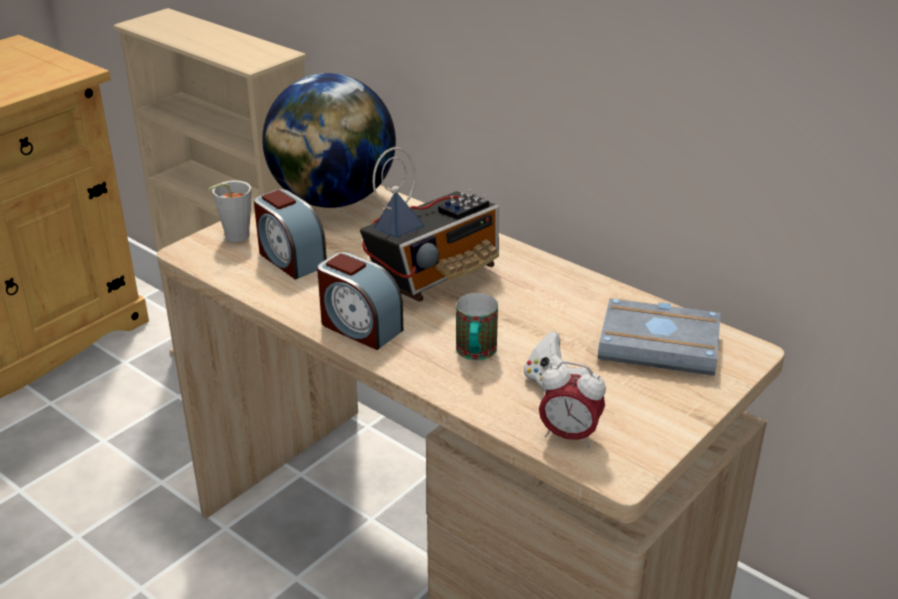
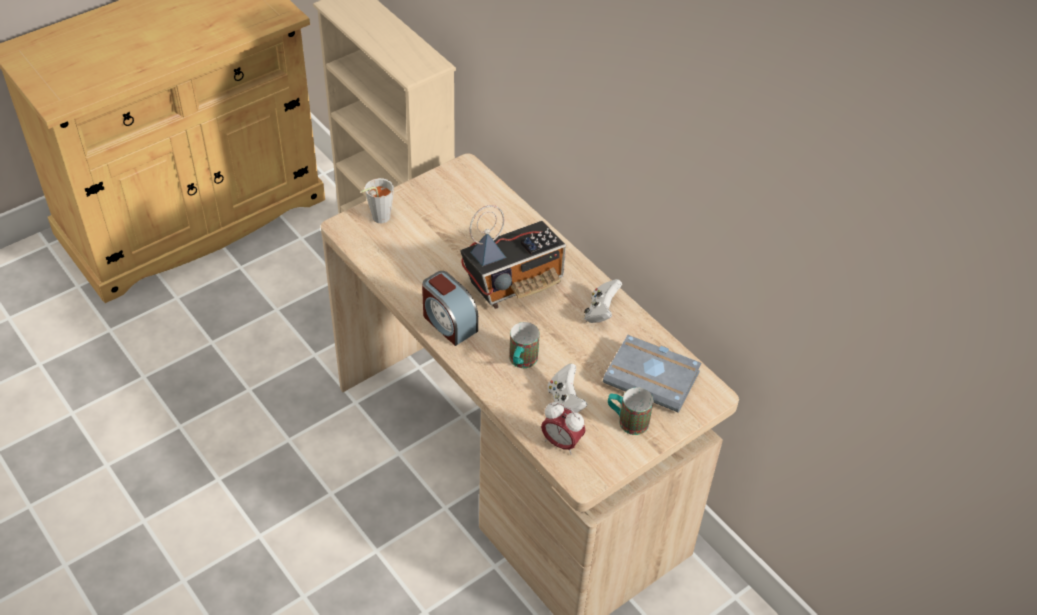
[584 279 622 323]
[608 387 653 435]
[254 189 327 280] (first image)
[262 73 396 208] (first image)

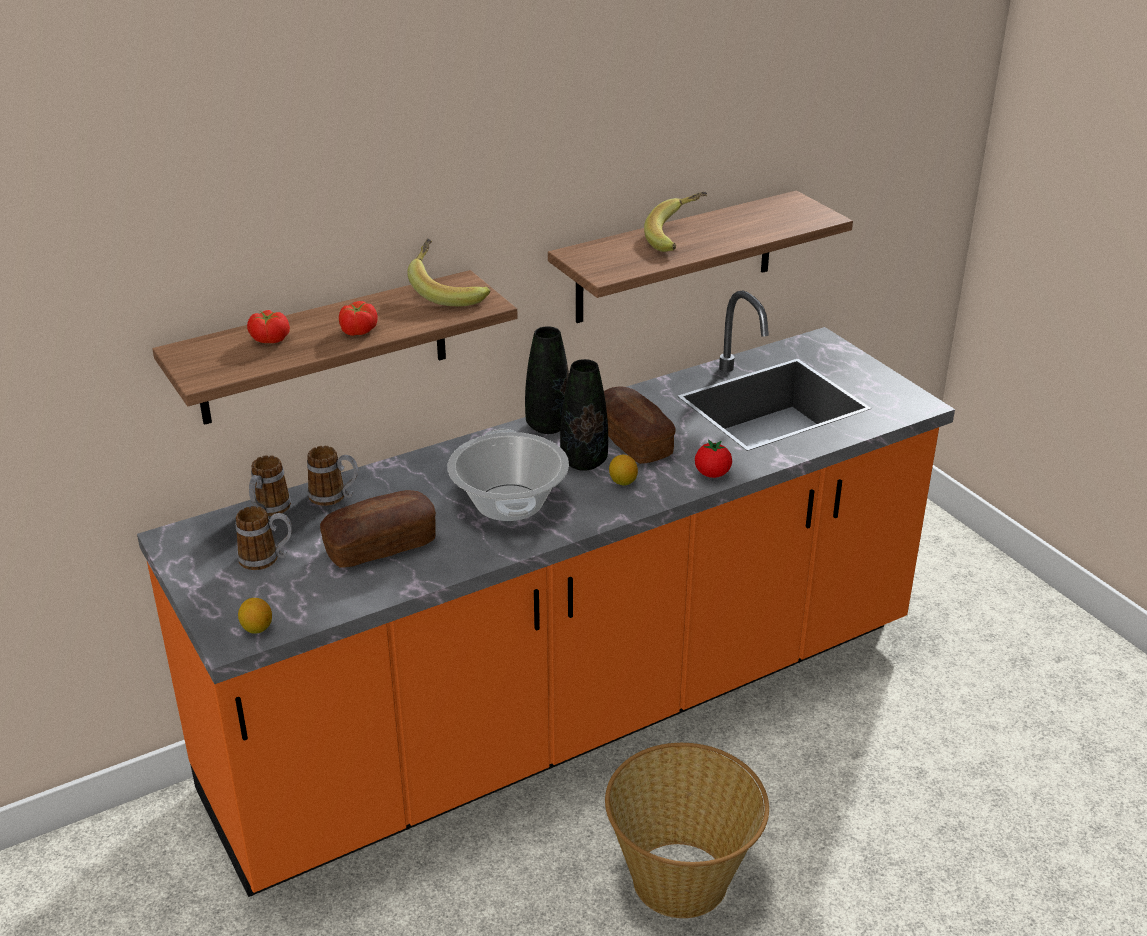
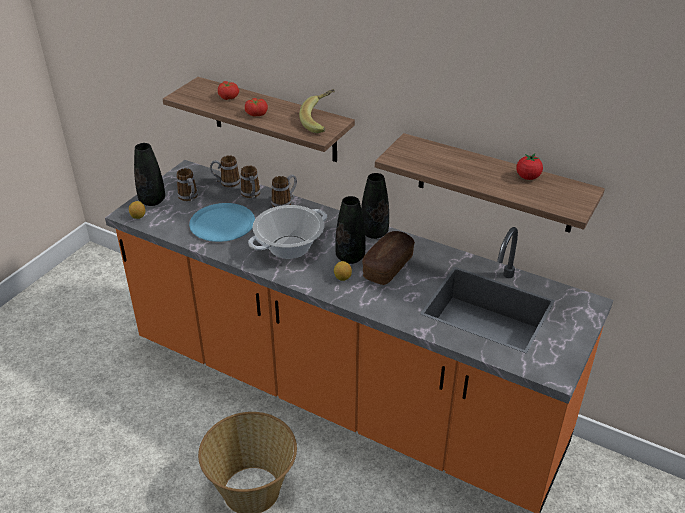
[134 143 165 206]
[189 203 255 242]
[271 175 297 207]
[516 154 543 180]
[644 192 707 252] (first image)

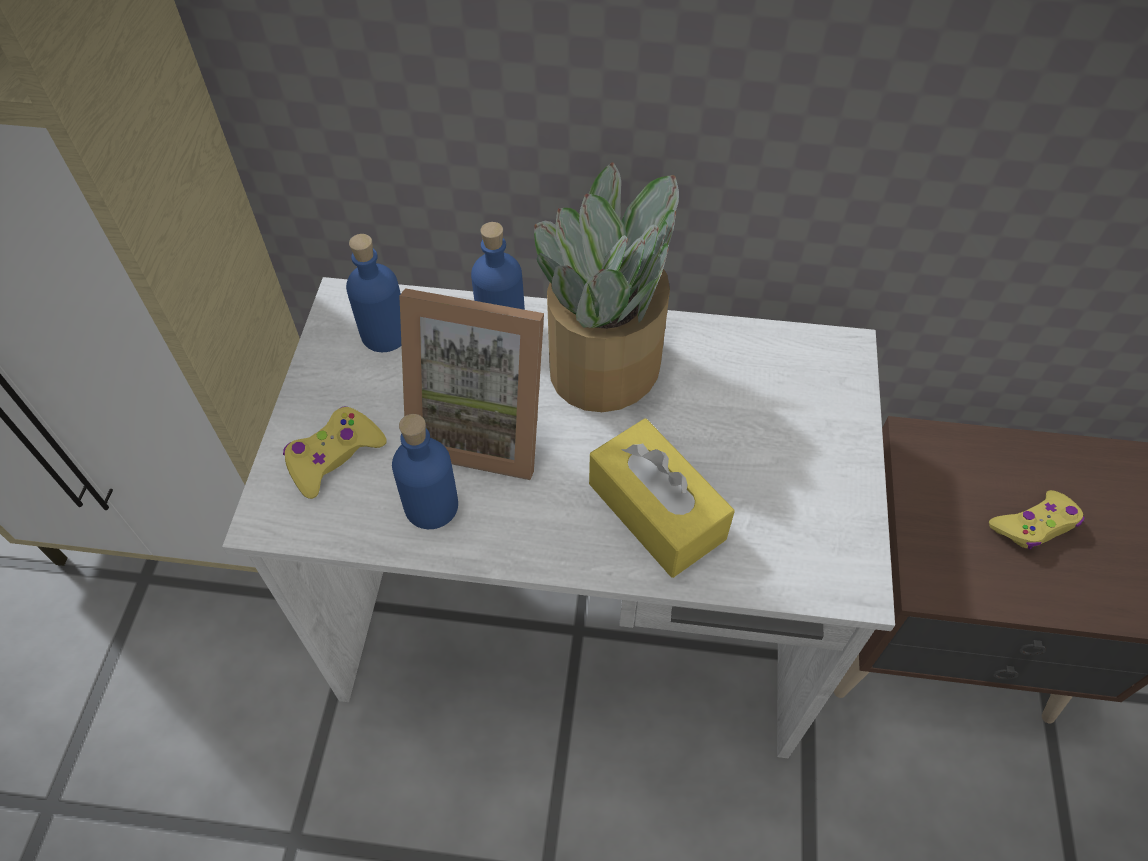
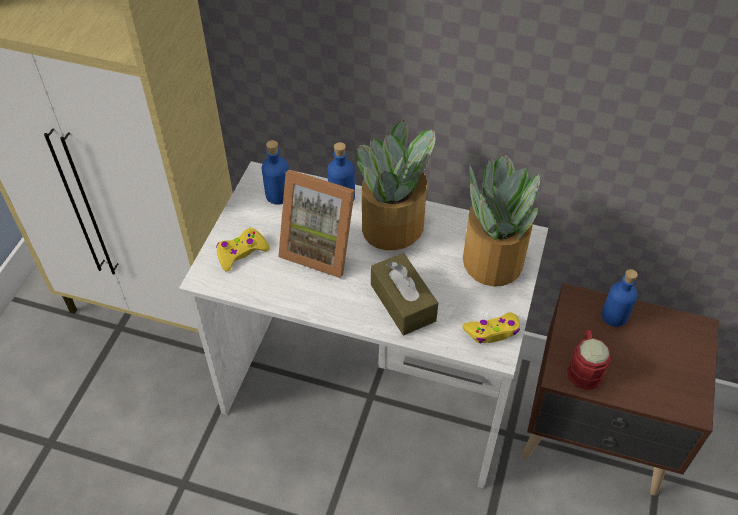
[371 253 438 335]
[463 154 540 287]
[463 313 520 344]
[567 330 611 390]
[602 269 638 327]

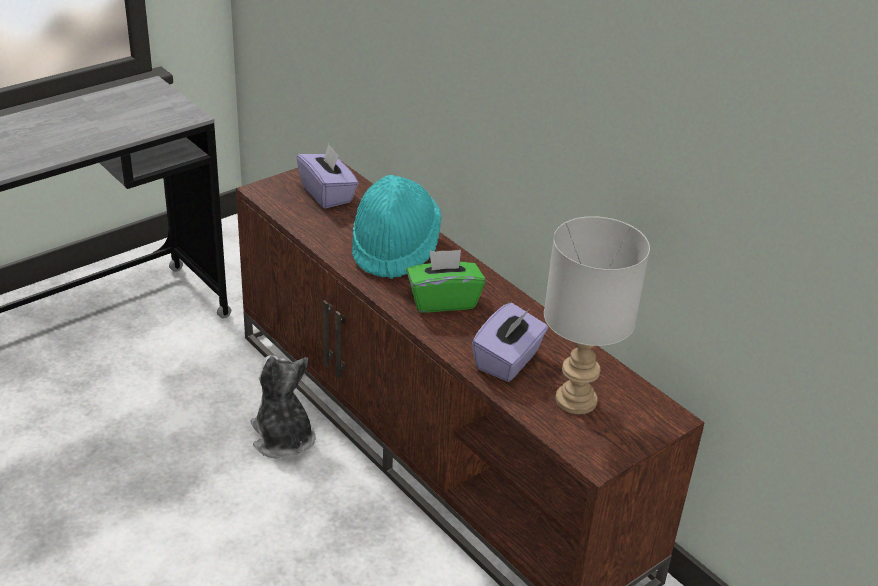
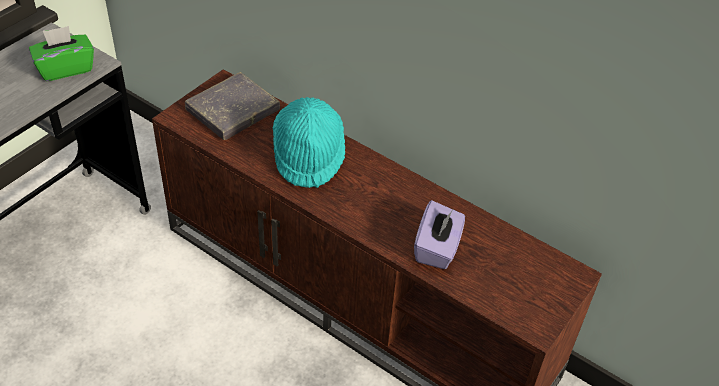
[29 26 94 81]
[185 72 280 140]
[251 355 315 459] (first image)
[544 216 650 414] (first image)

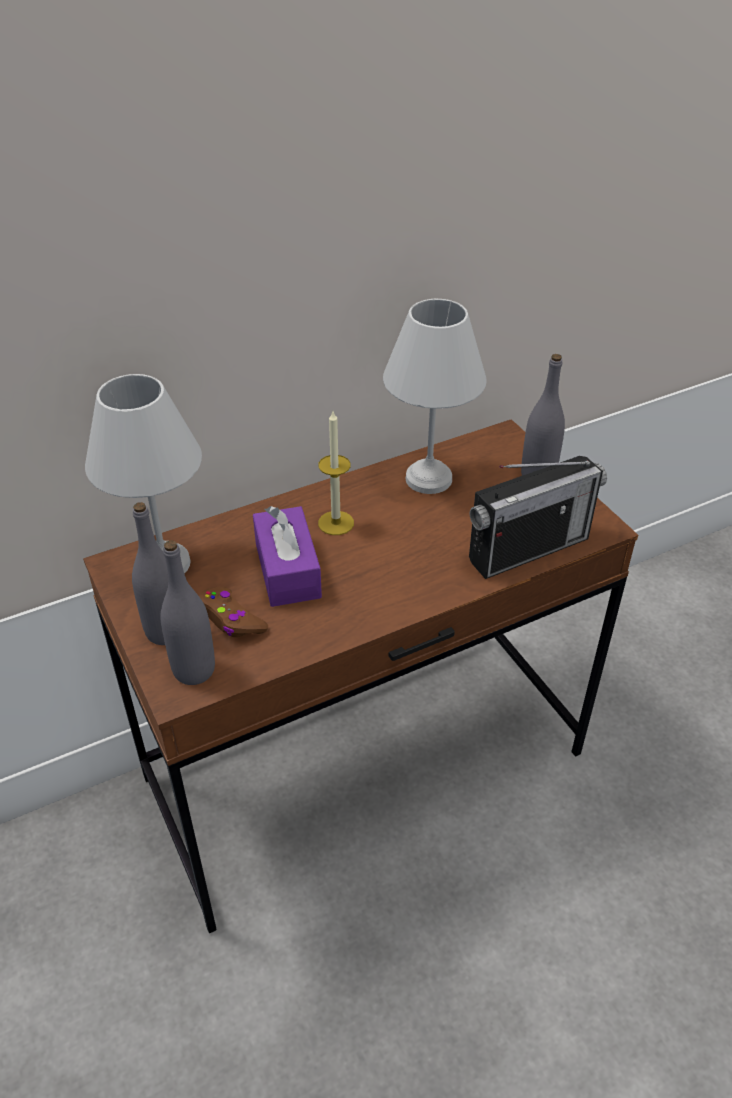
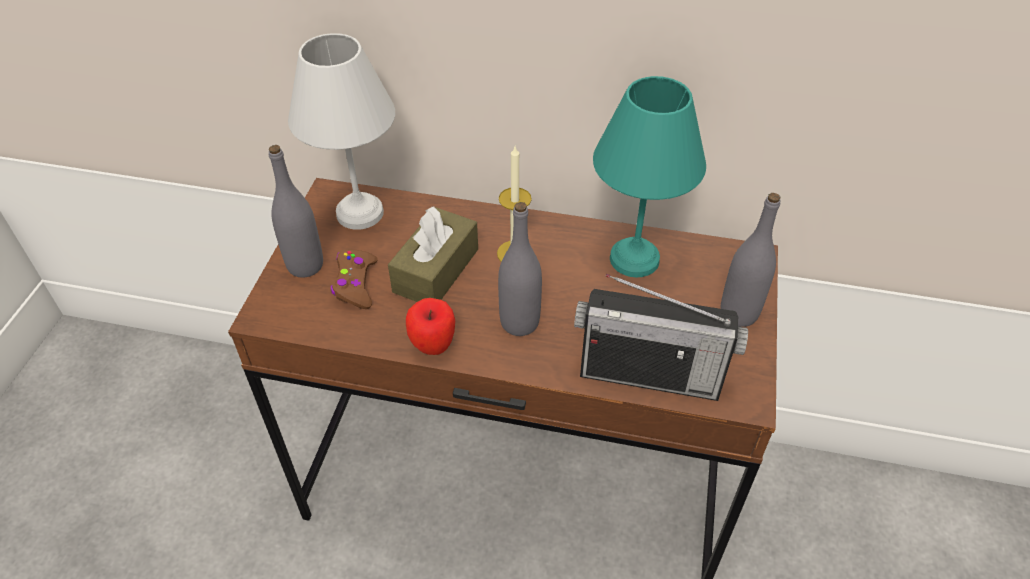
[388 206 478 302]
[406 298 455 355]
[498 202 542 336]
[593 76 706 277]

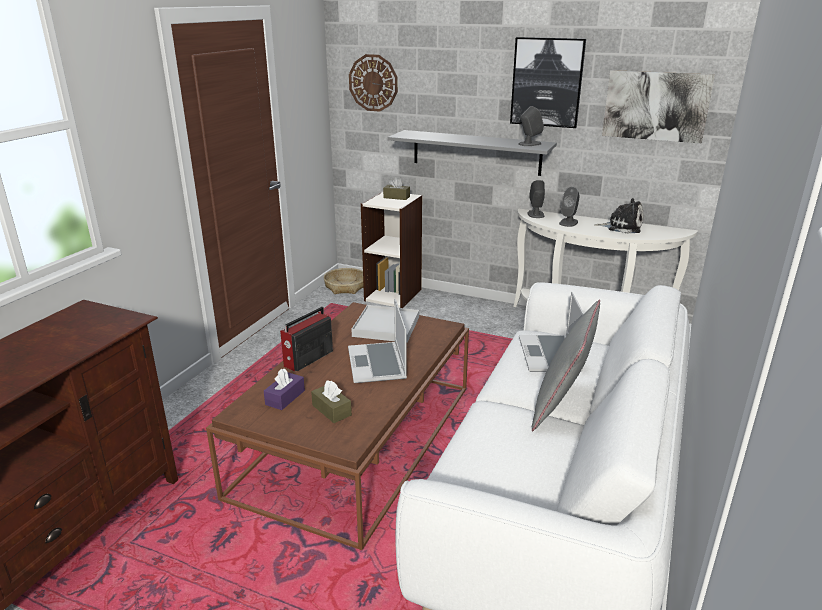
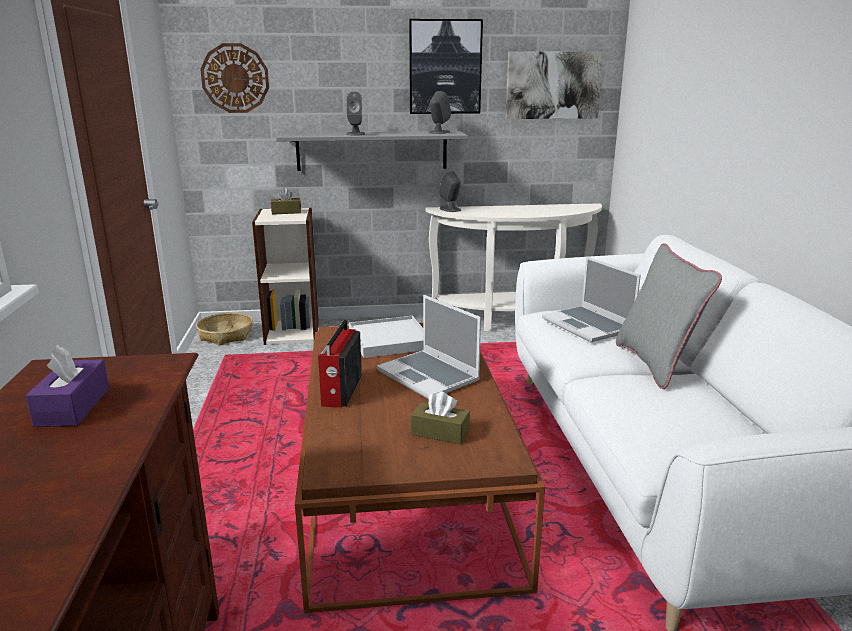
[25 345 109 427]
[346 91 365 136]
[594 198 644 234] (first image)

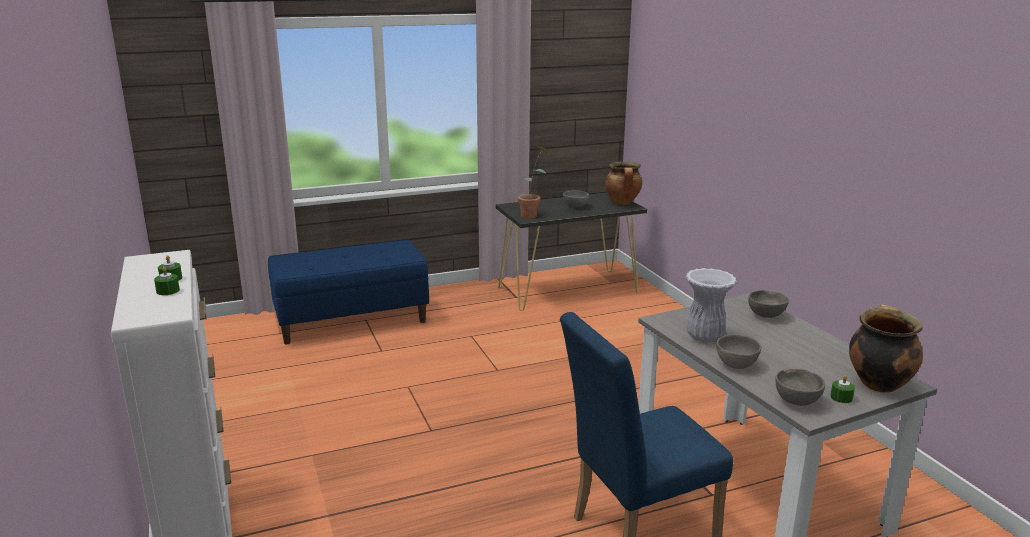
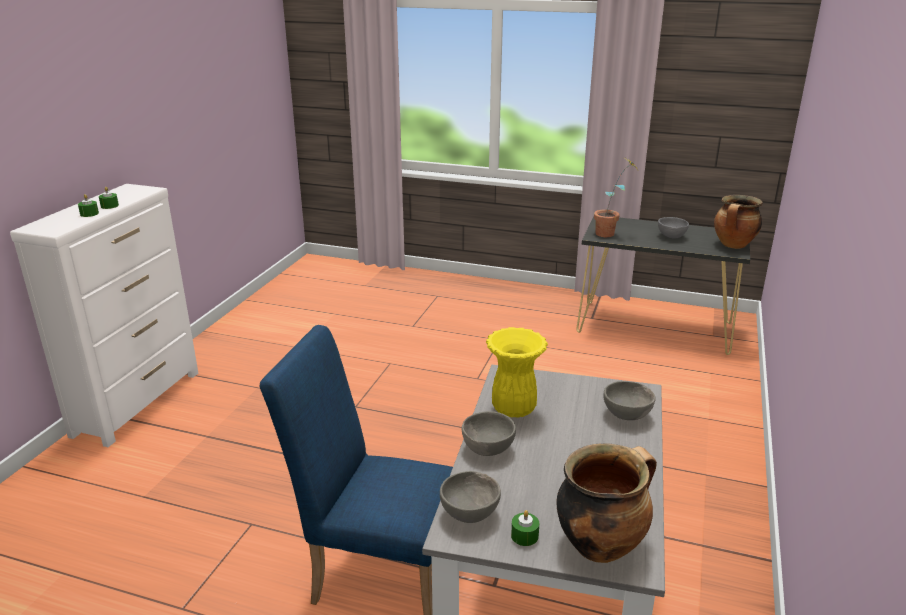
[486 327 548 417]
[268 240 429 344] (first image)

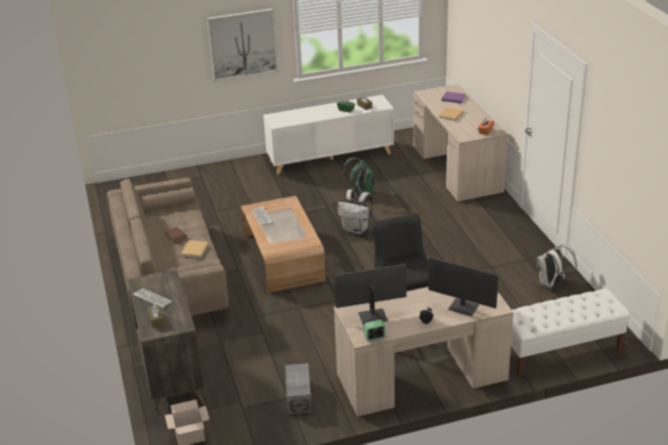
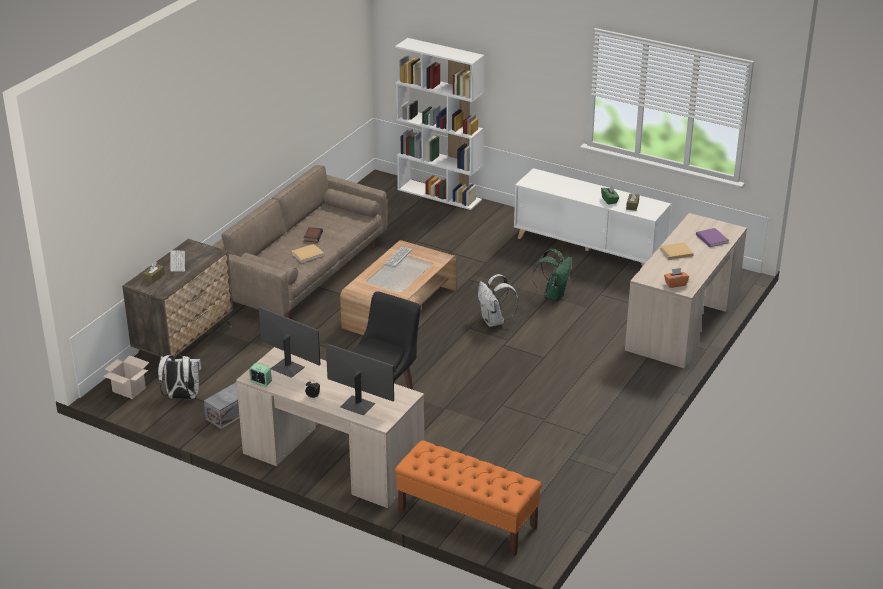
[158 354 202 399]
[326 343 394 416]
[395 38 484 210]
[395 440 542 556]
[207 9 278 82] (first image)

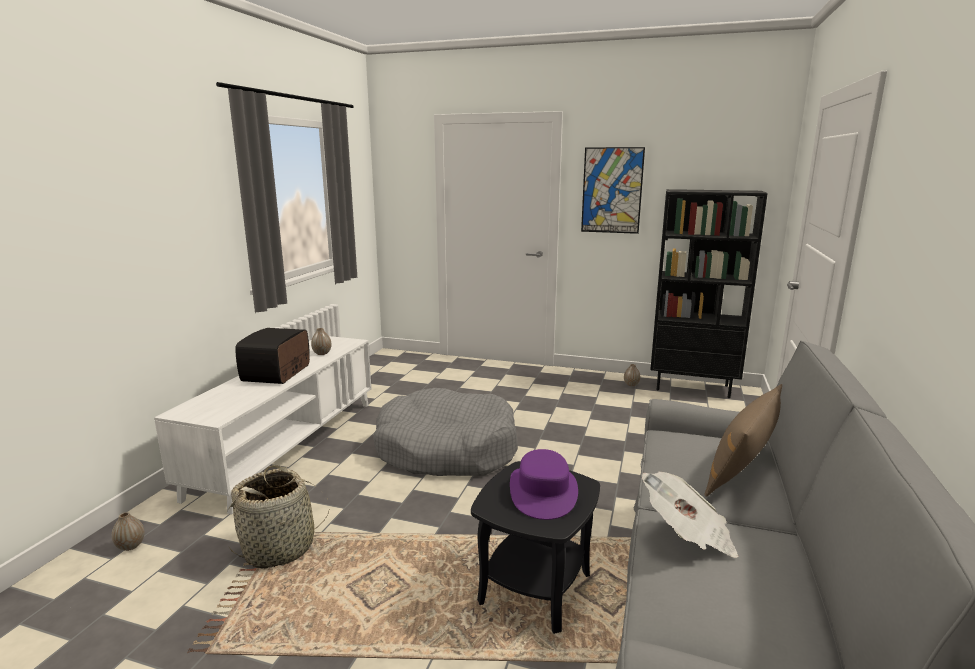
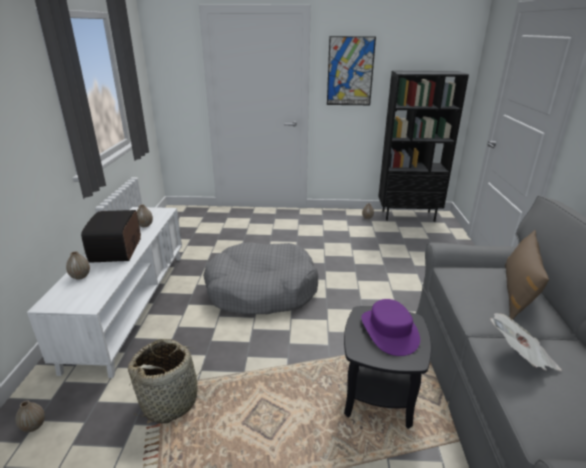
[66 251 90 280]

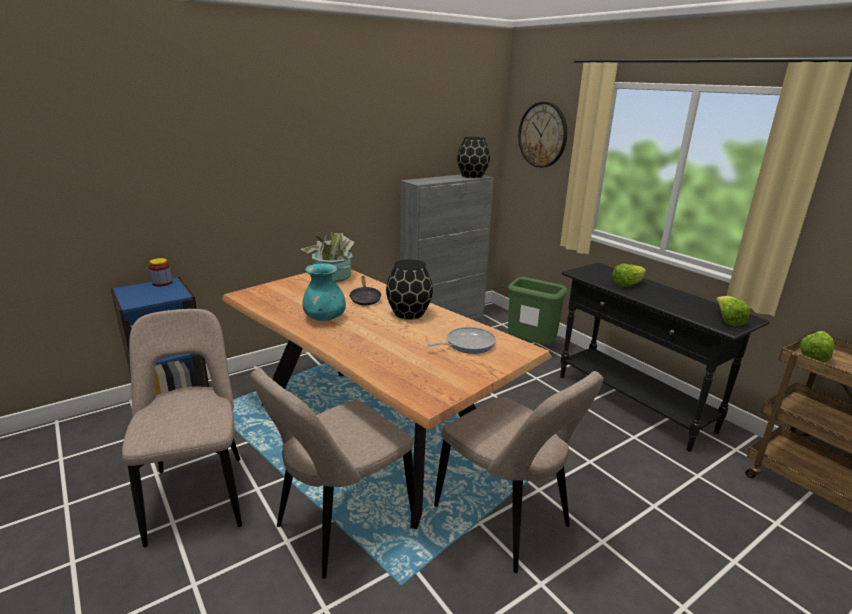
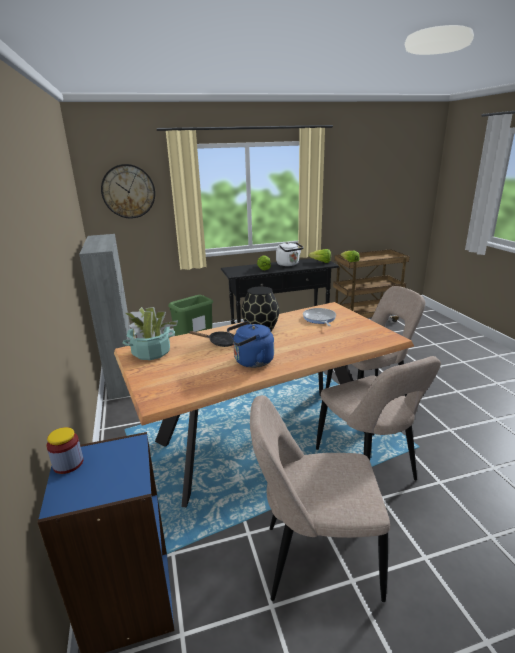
[227 321 274 368]
[276 242 304 266]
[457 137 490 178] (first image)

